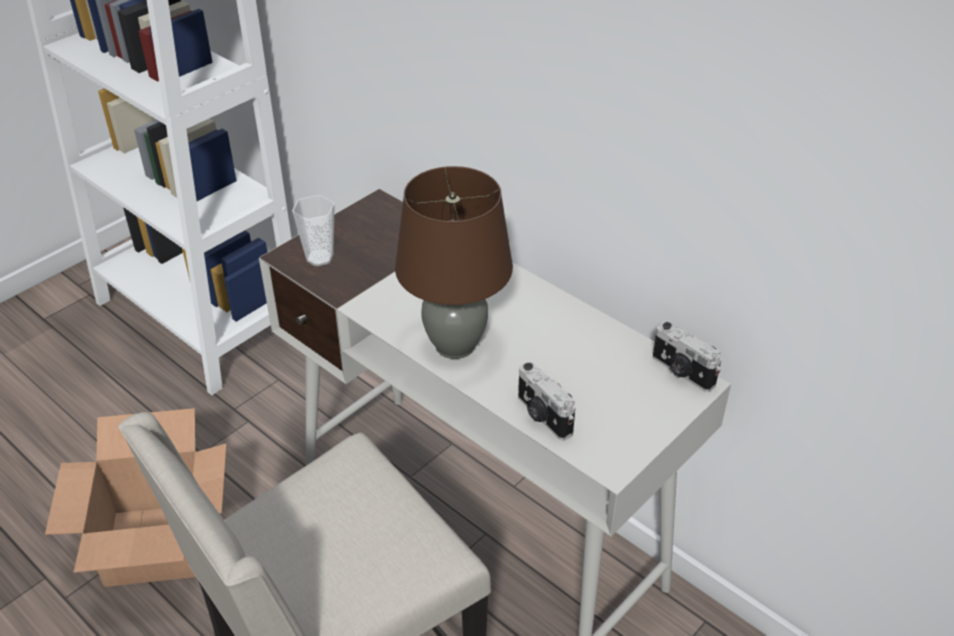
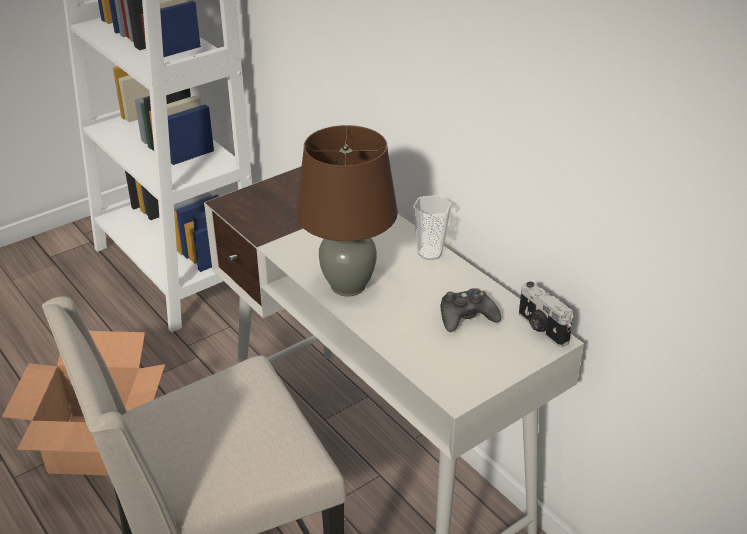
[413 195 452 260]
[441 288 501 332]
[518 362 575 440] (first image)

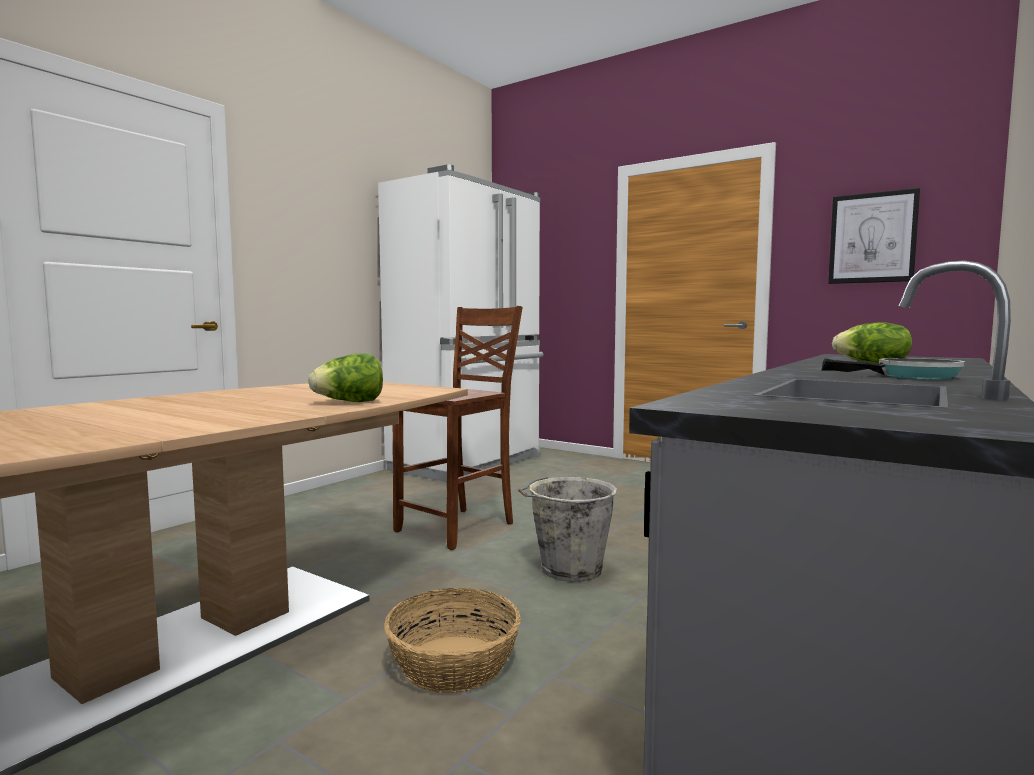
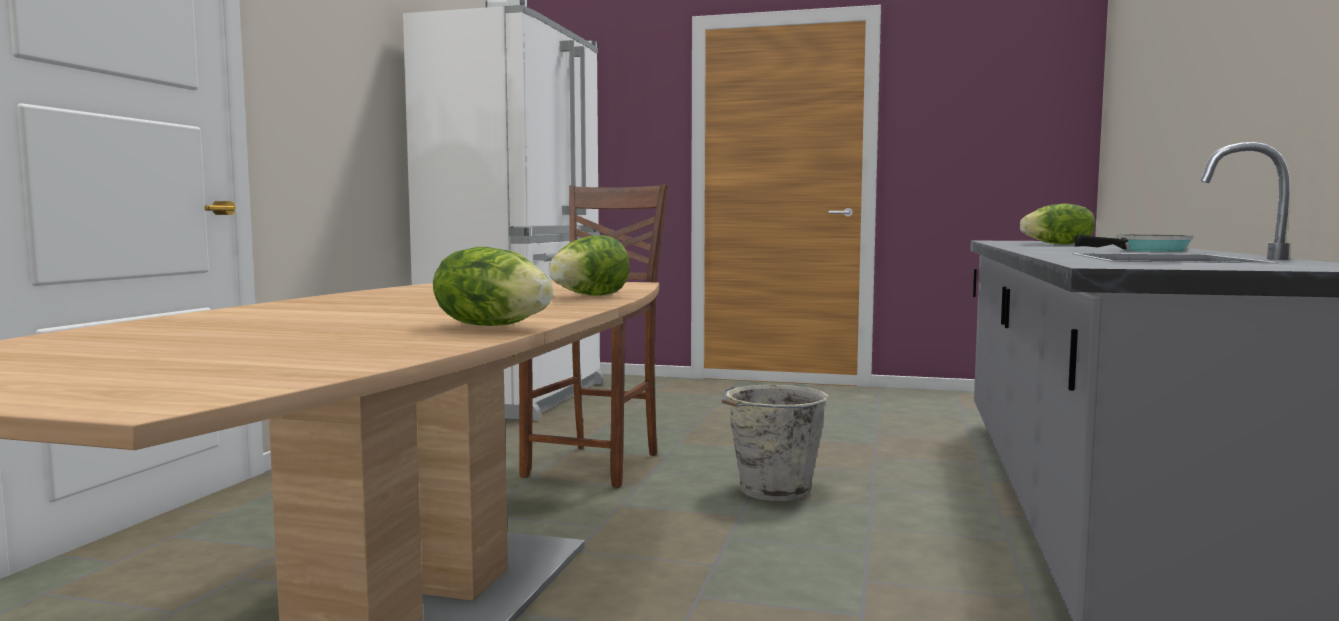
[433 247 553 326]
[384 588 521 693] (first image)
[828 188 920 284] (first image)

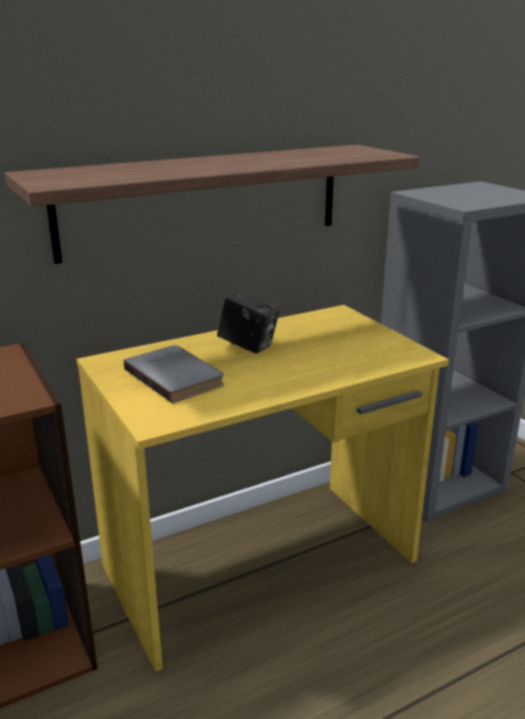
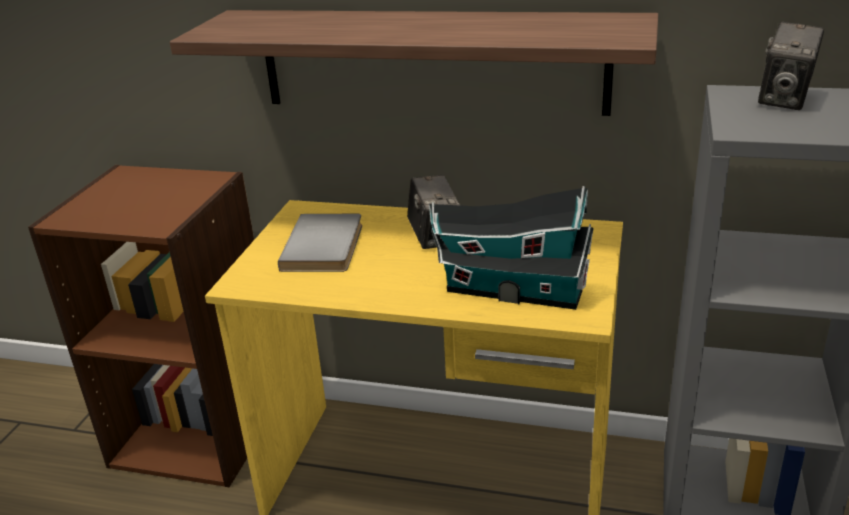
[429 186 593 310]
[758 22 824 110]

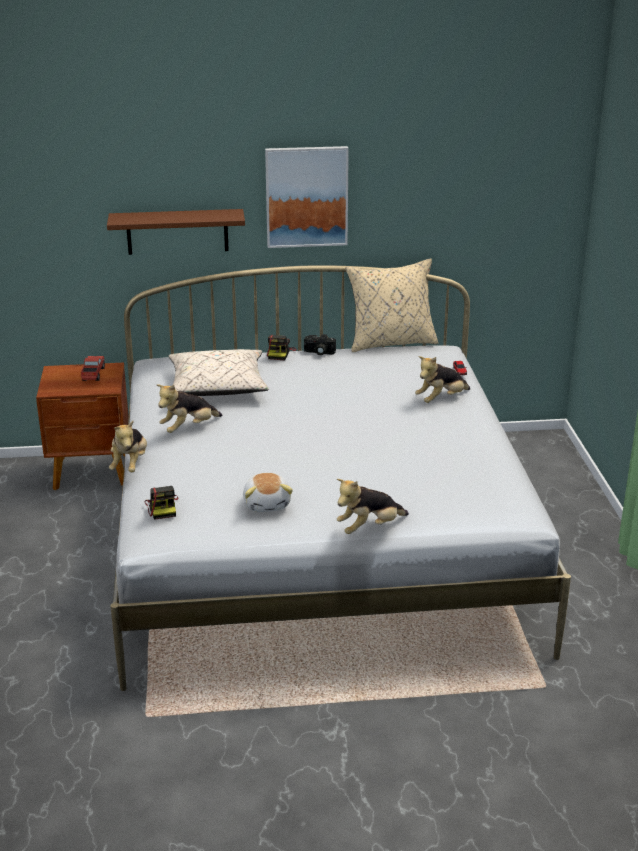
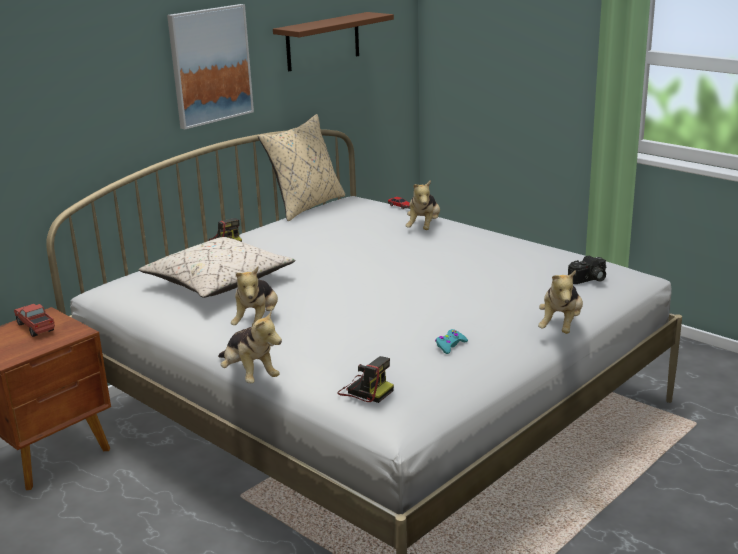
[273 12 394 71]
[435 329 468 354]
[568 256 606 284]

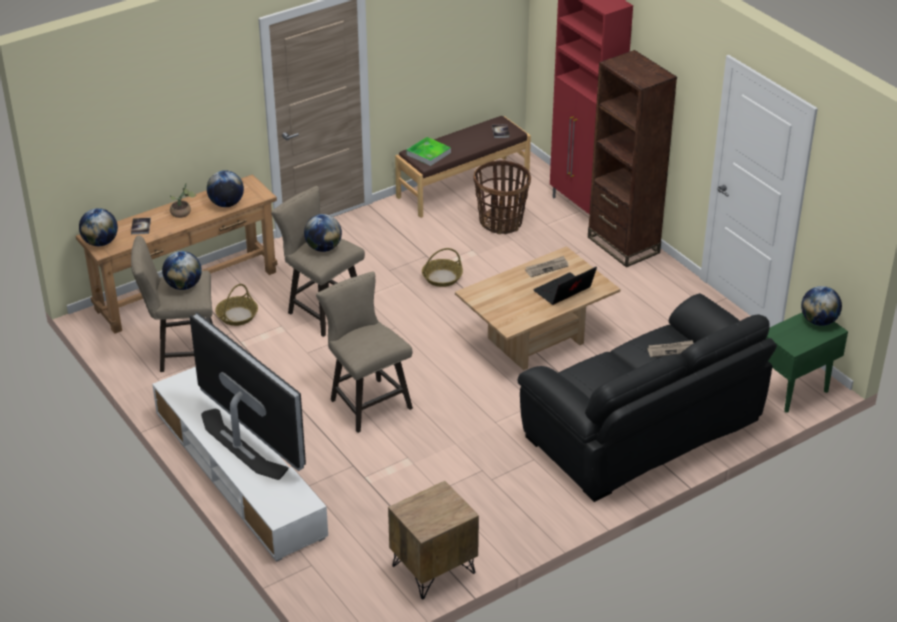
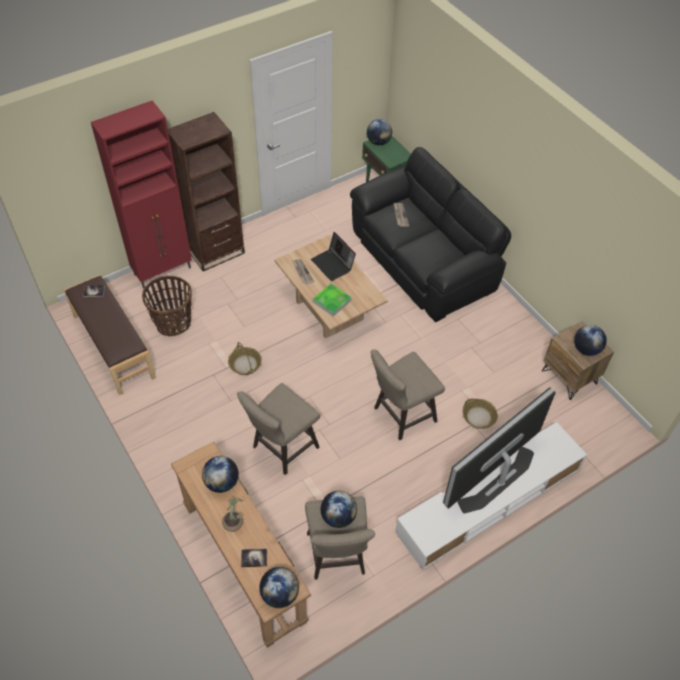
[313 284 352 316]
[462 398 498 429]
[574 325 607 356]

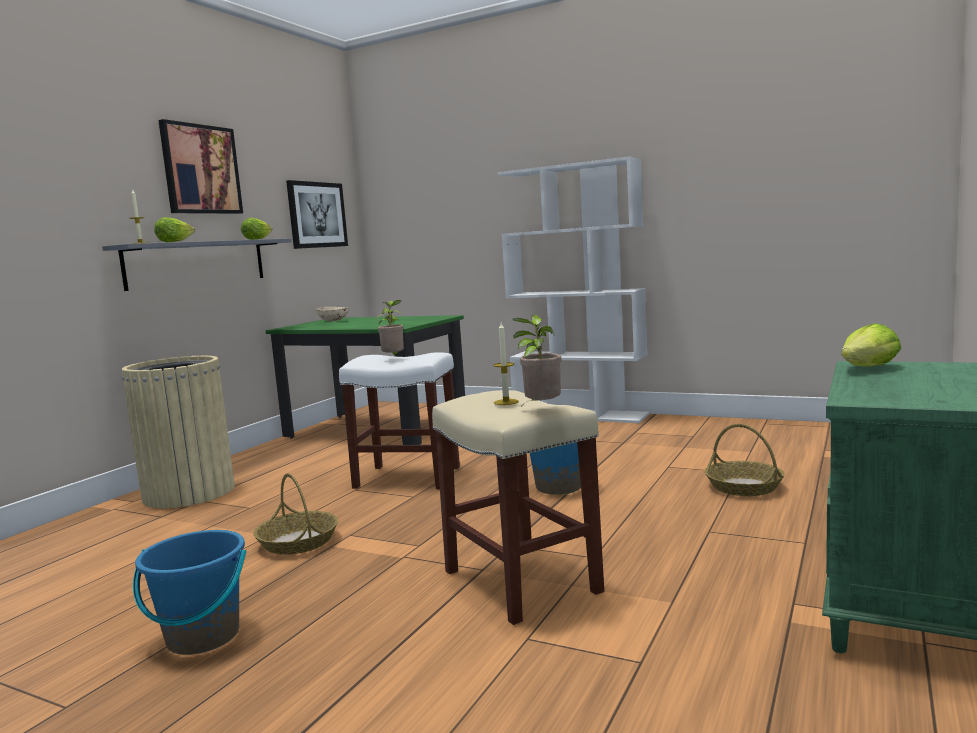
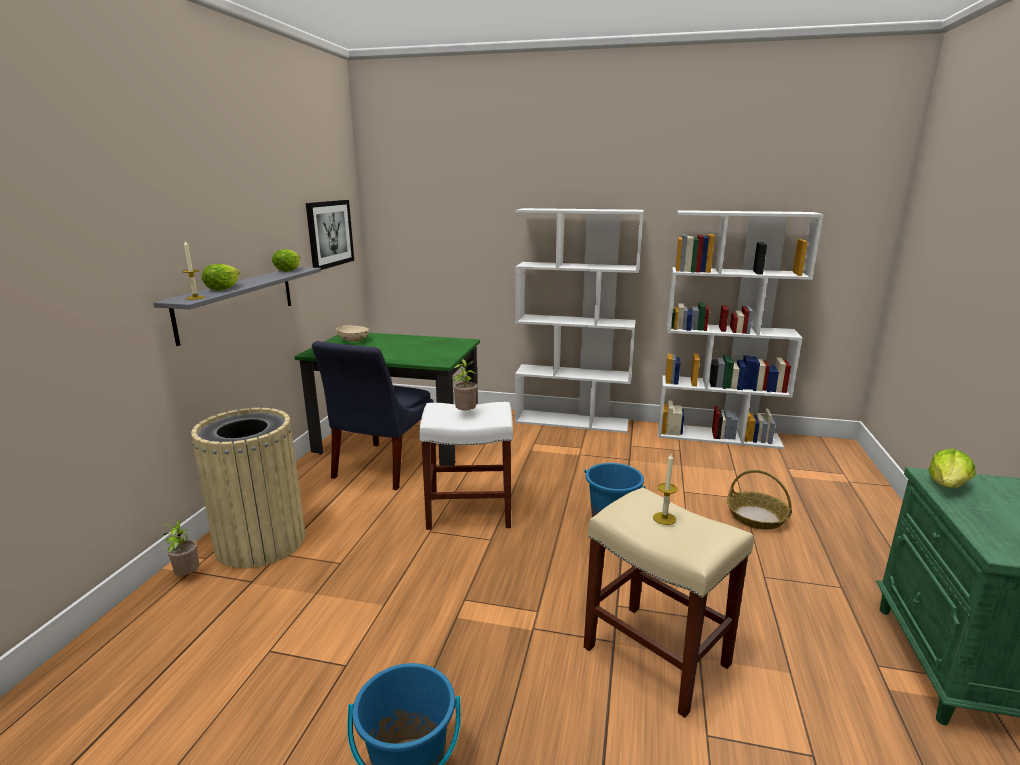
[163 519 199 576]
[312 341 433 490]
[658 210 824 449]
[158 119 243 214] (first image)
[254 473 338 555] (first image)

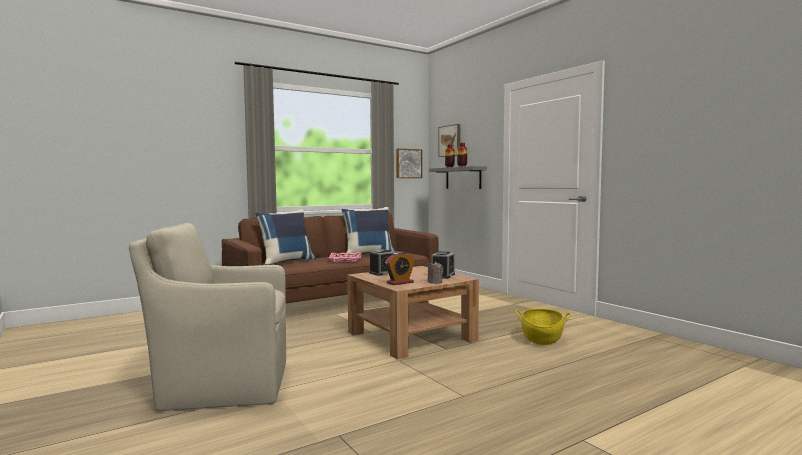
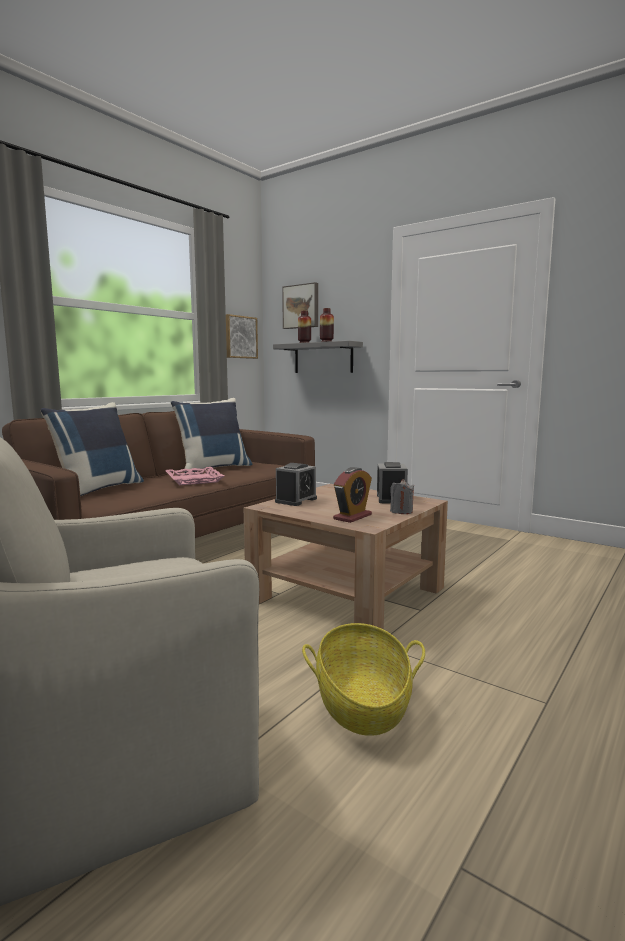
[302 623 425 736]

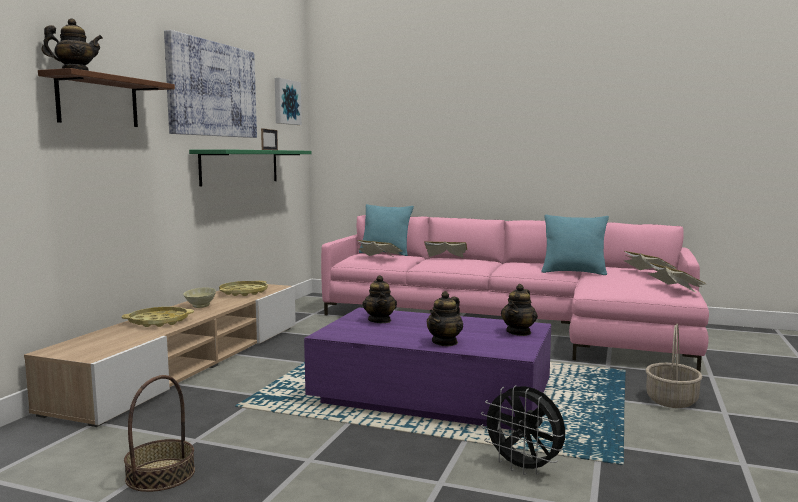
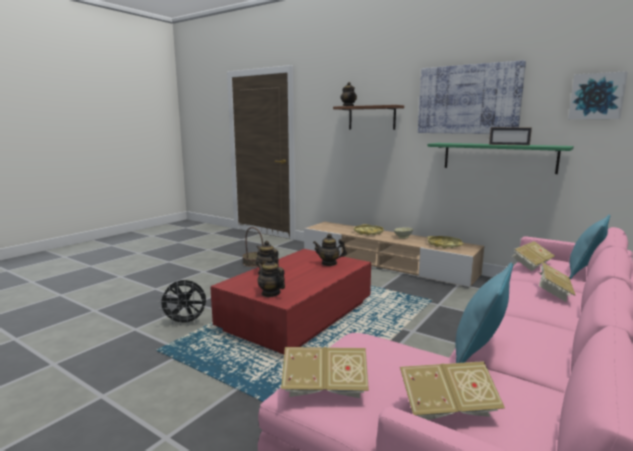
[158 280 208 326]
[210 249 371 354]
[646 324 702 408] (first image)

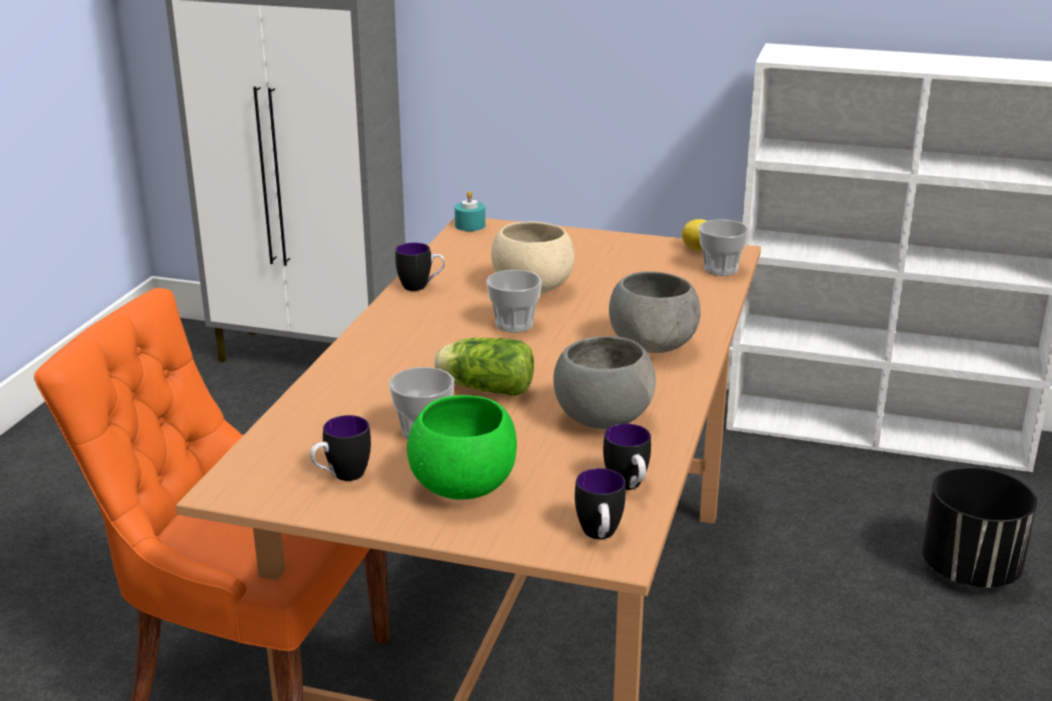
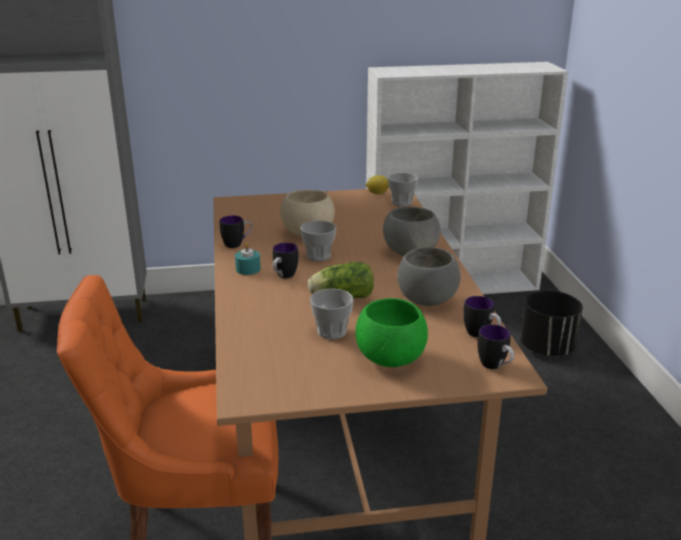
[235 242 261 275]
[273 243 299 278]

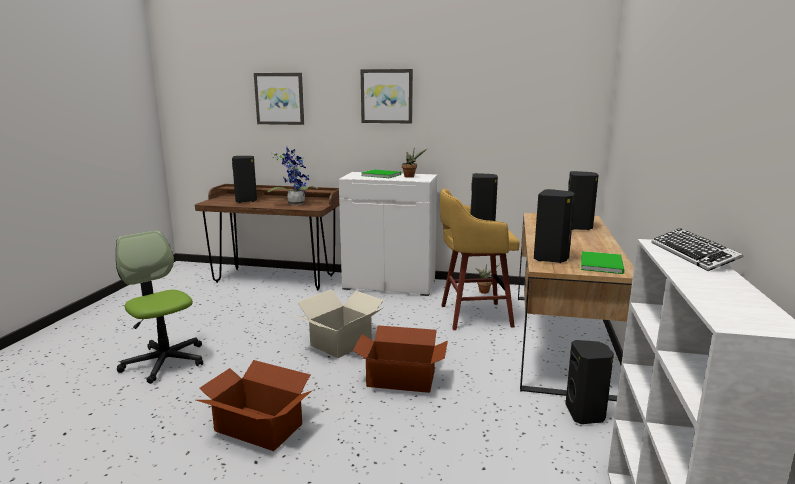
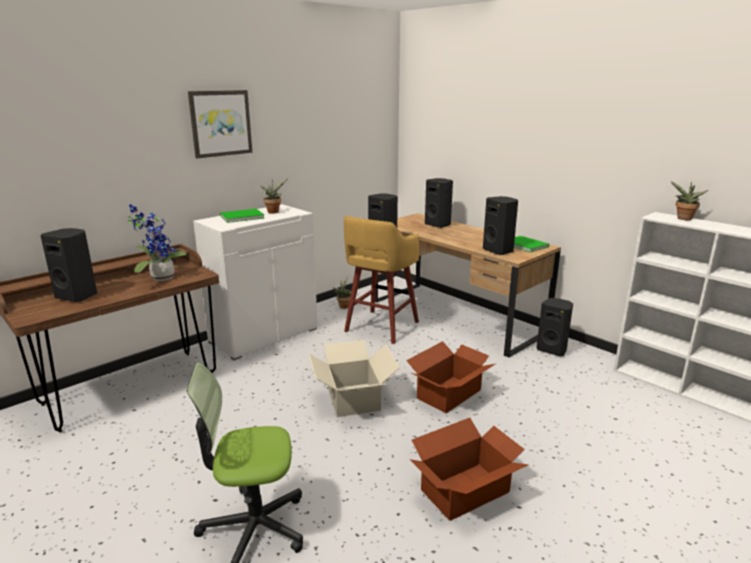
[671 182 708 220]
[254 73 304 125] (first image)

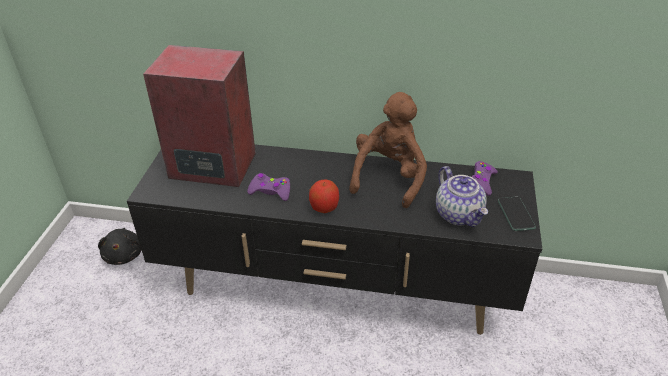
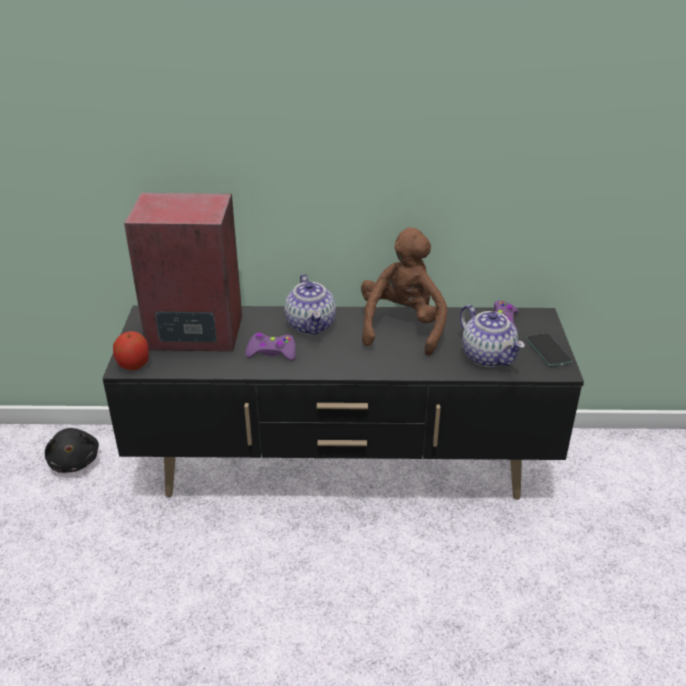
[113 331 149 370]
[284 274 336 335]

